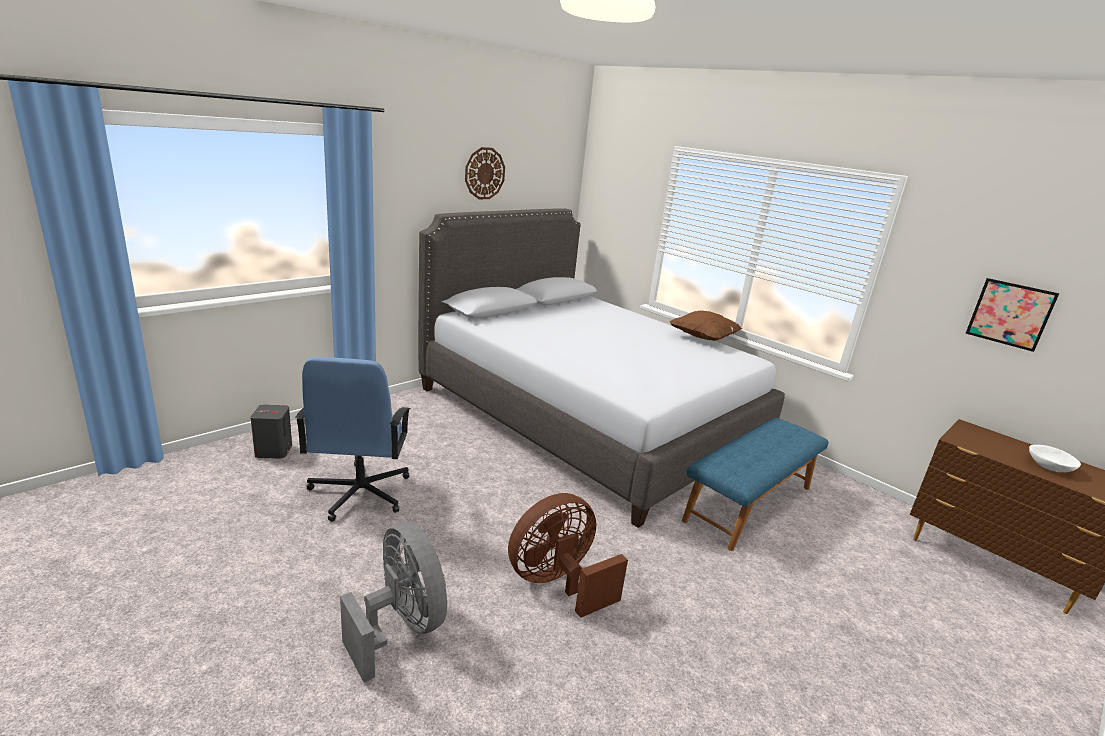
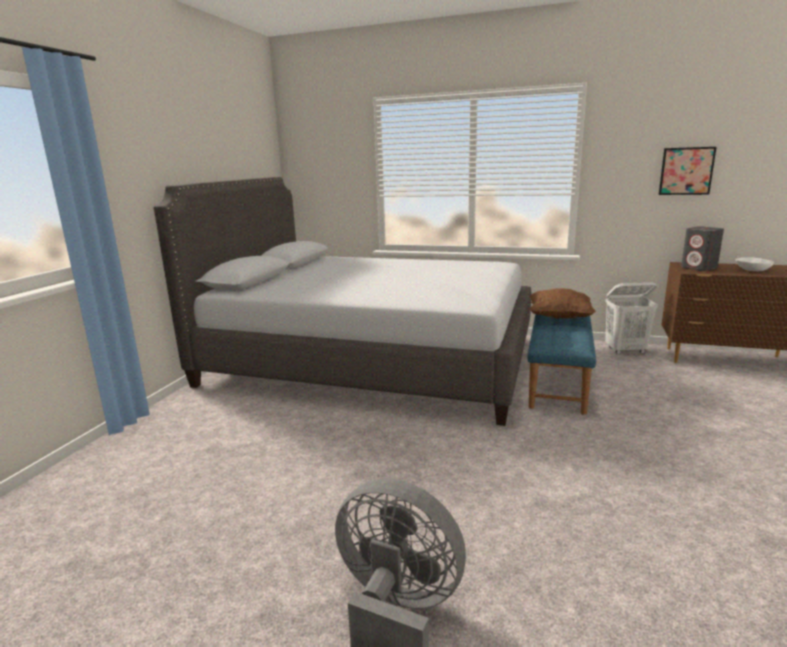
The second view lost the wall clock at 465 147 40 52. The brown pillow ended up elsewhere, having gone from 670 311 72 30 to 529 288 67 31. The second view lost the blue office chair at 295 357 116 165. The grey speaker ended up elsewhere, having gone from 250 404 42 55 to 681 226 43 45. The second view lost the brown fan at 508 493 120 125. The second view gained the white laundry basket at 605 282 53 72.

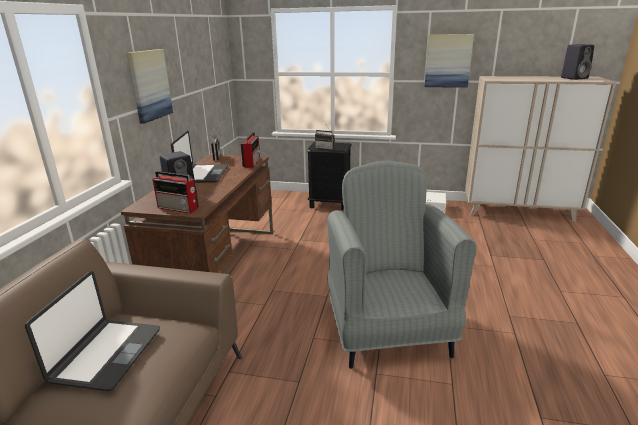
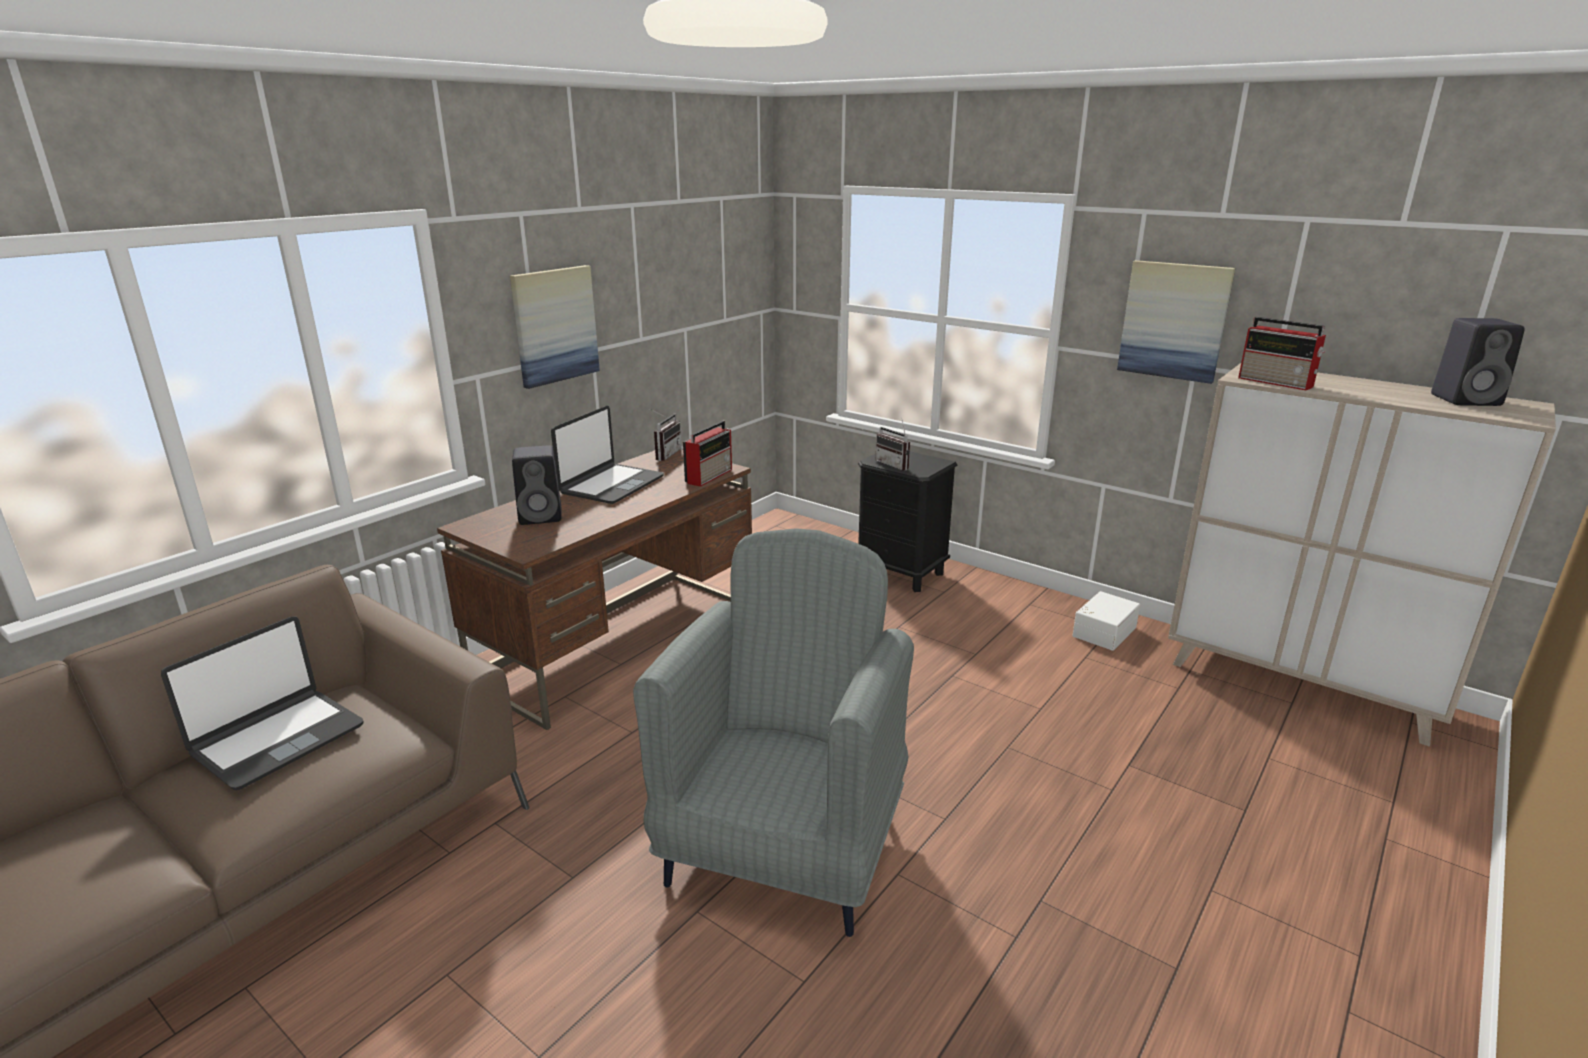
The radio ended up elsewhere, having gone from 153 171 46 43 to 1238 317 88 73.

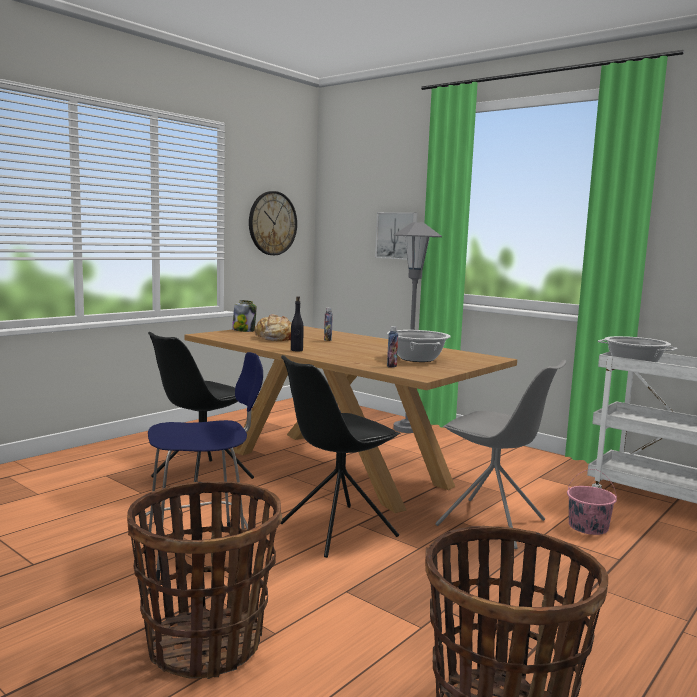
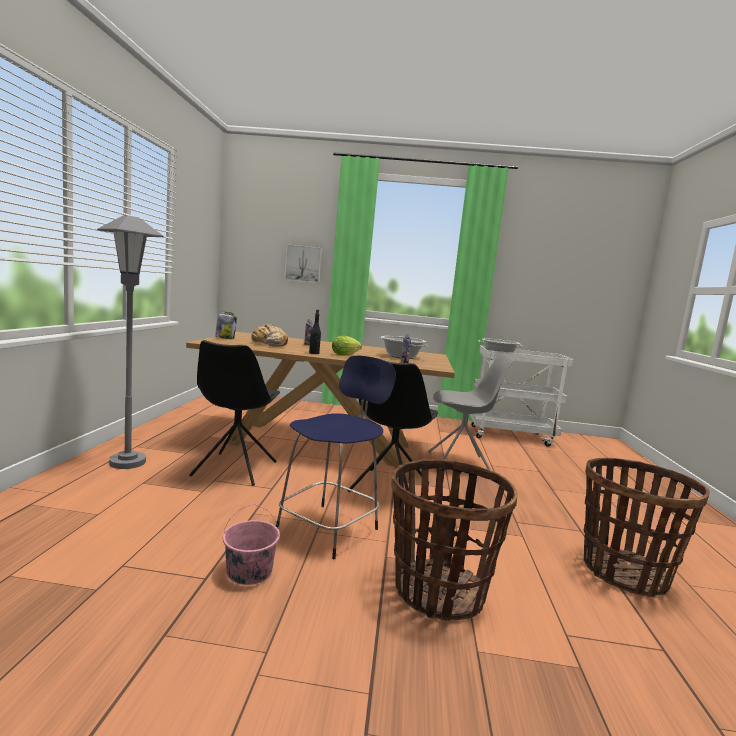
The second view lost the wall clock at 249 191 48 64. The grey floor lamp ended up elsewhere, having gone from 393 222 49 211 to 97 215 67 254. The pink bucket ended up elsewhere, having gone from 567 469 50 66 to 223 504 57 81. The second view gained the lettuce at 332 336 30 19.

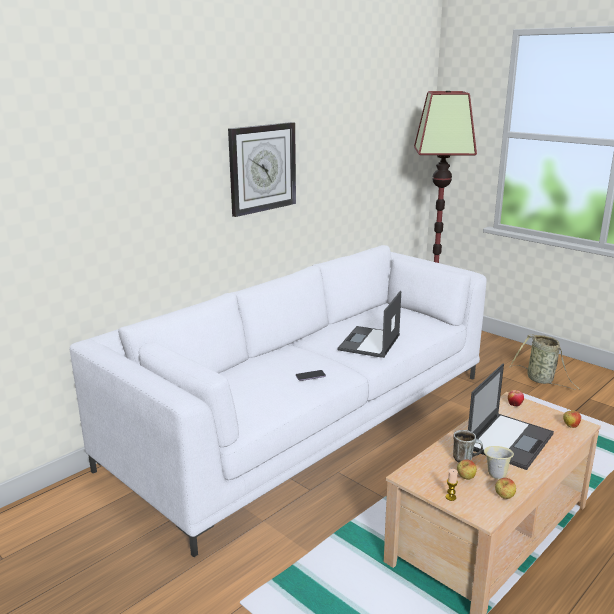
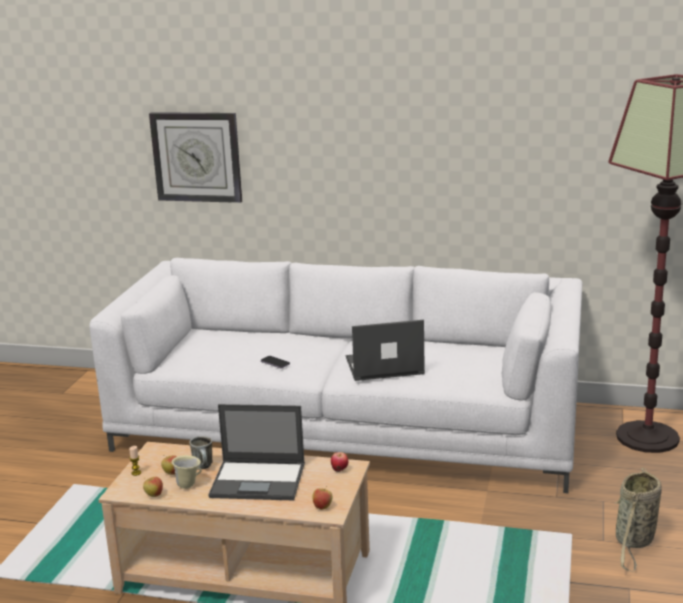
The wall clock ended up elsewhere, having gone from 228 122 68 95 to 149 112 93 91.

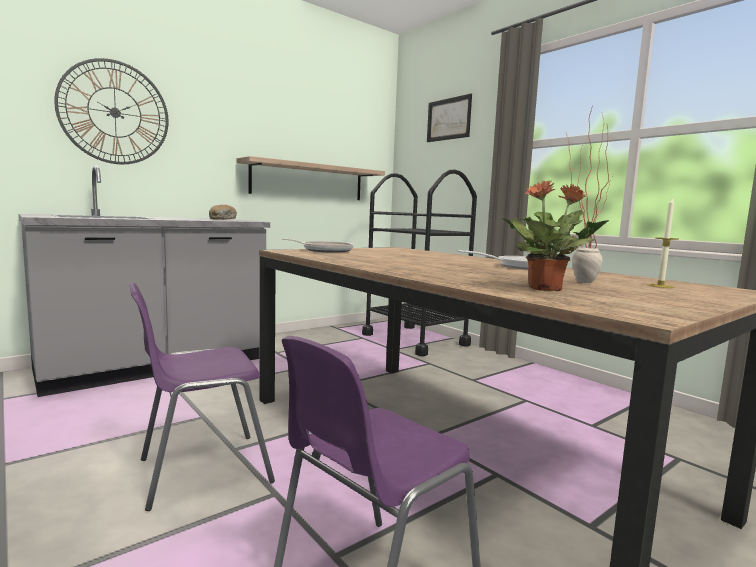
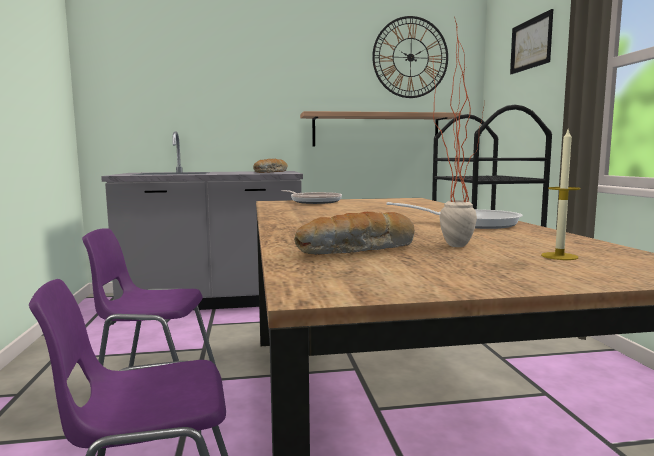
The wall clock ended up elsewhere, having gone from 54 58 114 106 to 372 16 76 82. Where the potted plant stood at 501 180 108 111, the bread came to stand at 294 212 121 43.

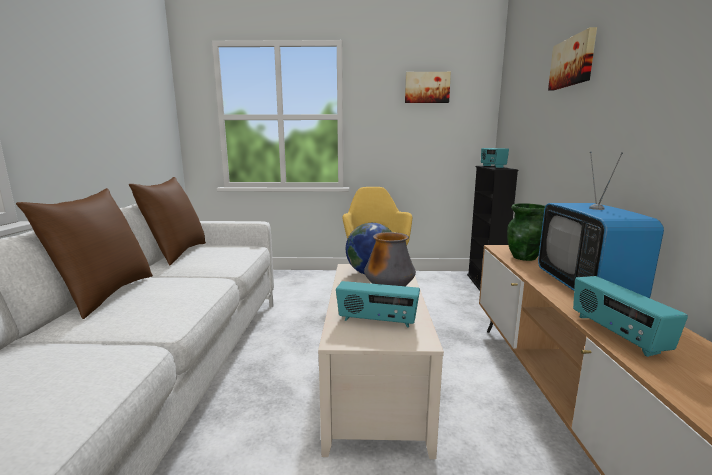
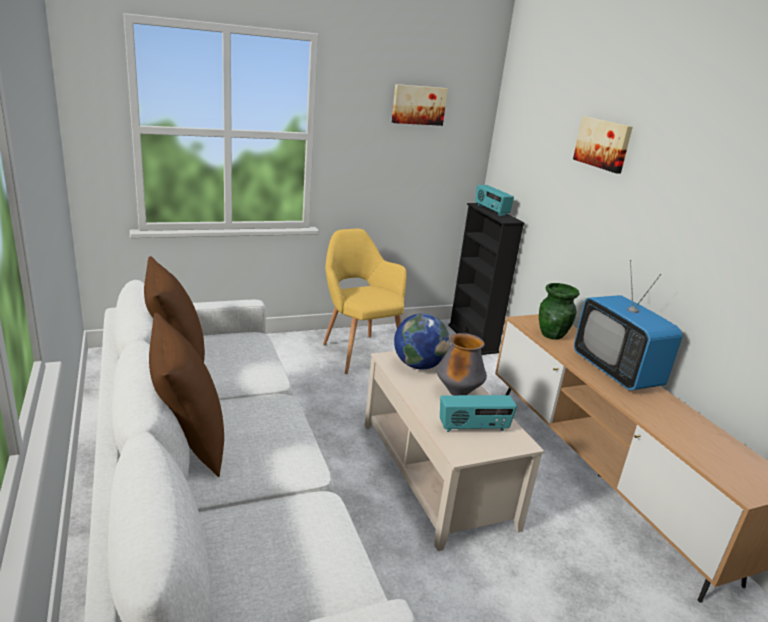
The second view lost the radio at 573 276 115 81.

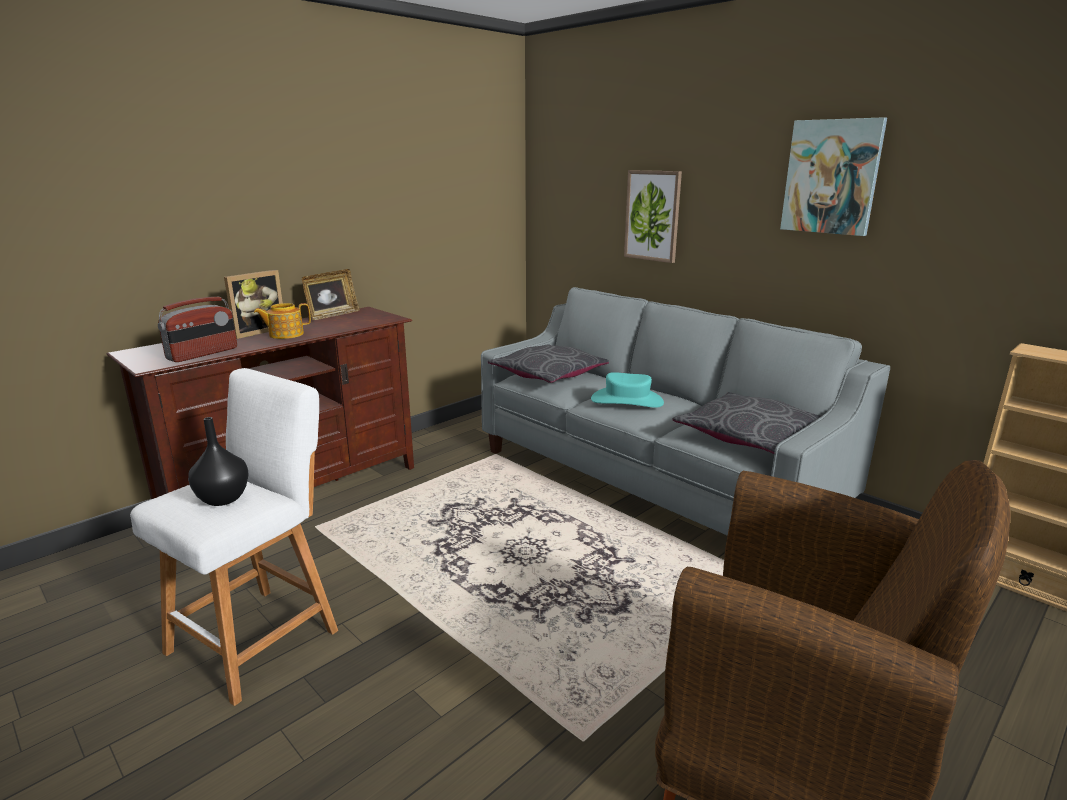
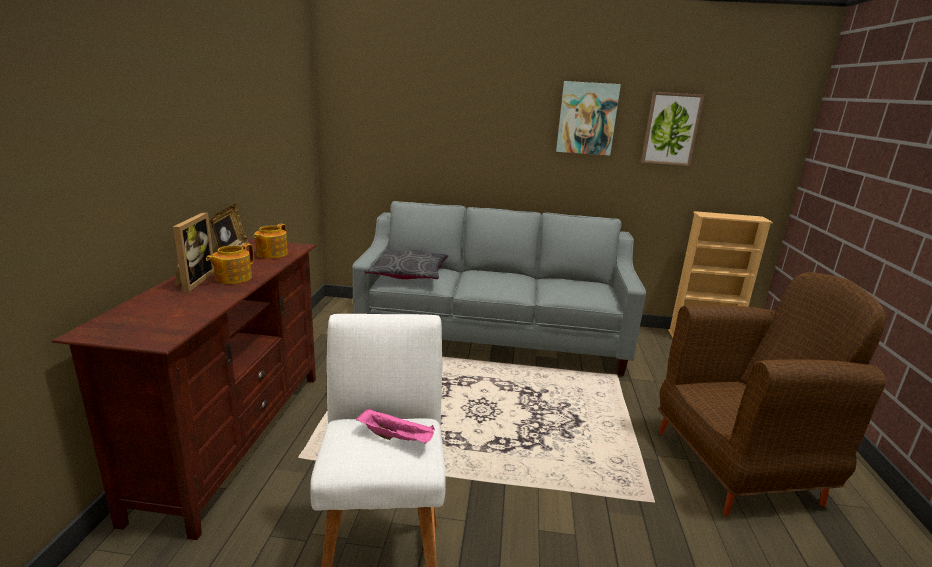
The picture ended up elsewhere, having gone from 624 170 58 93 to 641 92 63 74. The second view lost the radio at 158 297 79 65. The second view lost the turquoise hat at 591 372 73 35. The second view lost the grey pillow at 672 392 149 62. Where the black vase stood at 188 417 61 89, the pink tray came to stand at 356 408 79 36. The second view gained the teapot at 253 224 35 35.

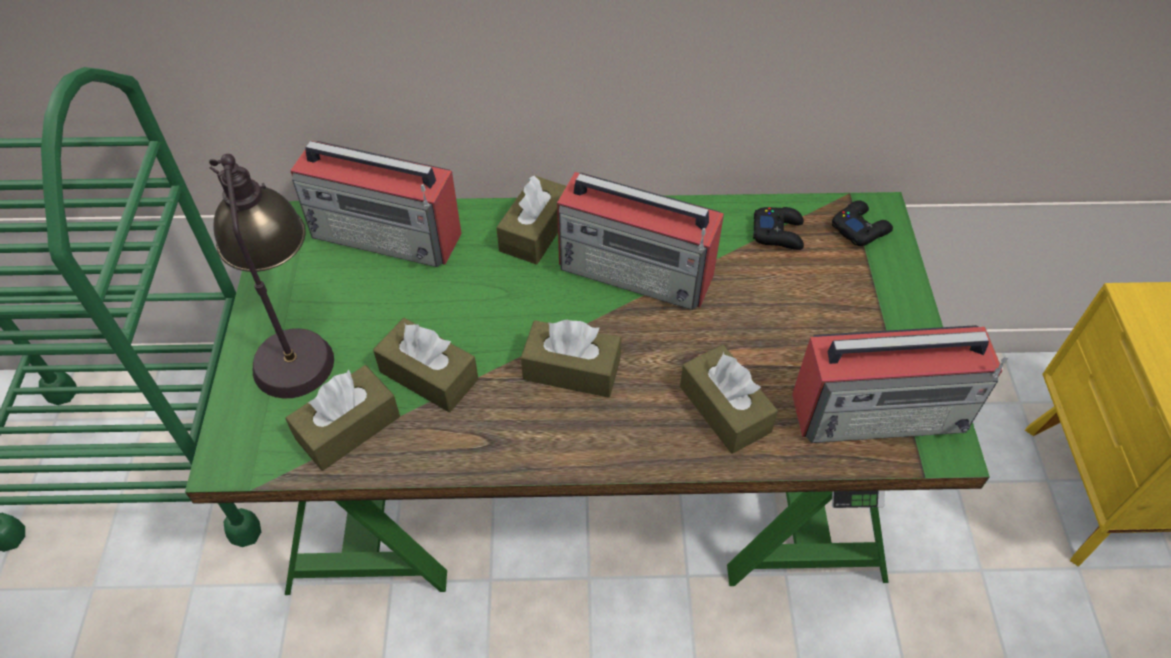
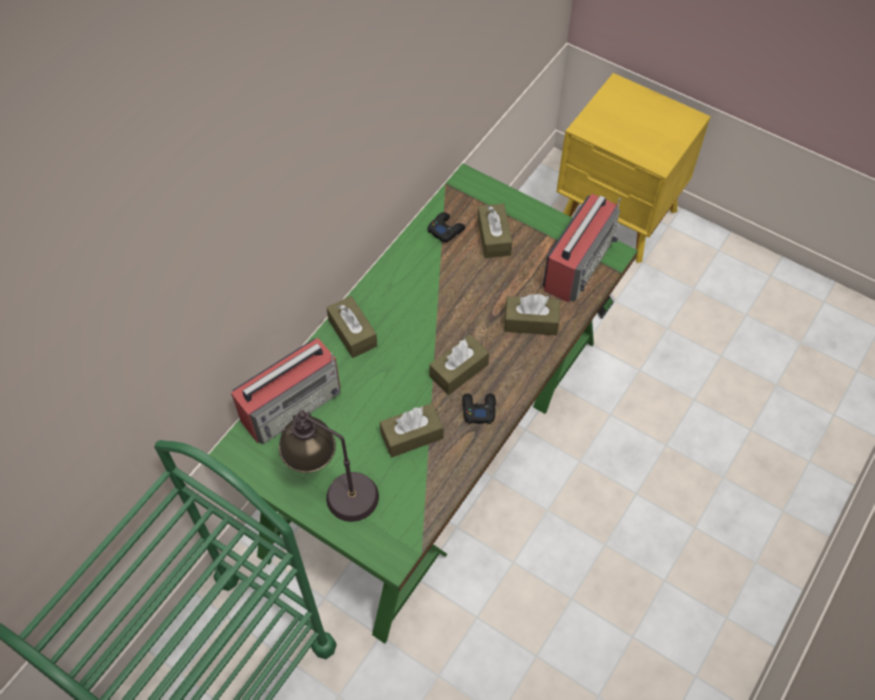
The second view lost the radio at 557 172 167 138. The black game controller ended up elsewhere, having gone from 832 200 61 46 to 462 393 34 31. The brown tissue box ended up elsewhere, having gone from 285 365 115 106 to 477 204 35 54.

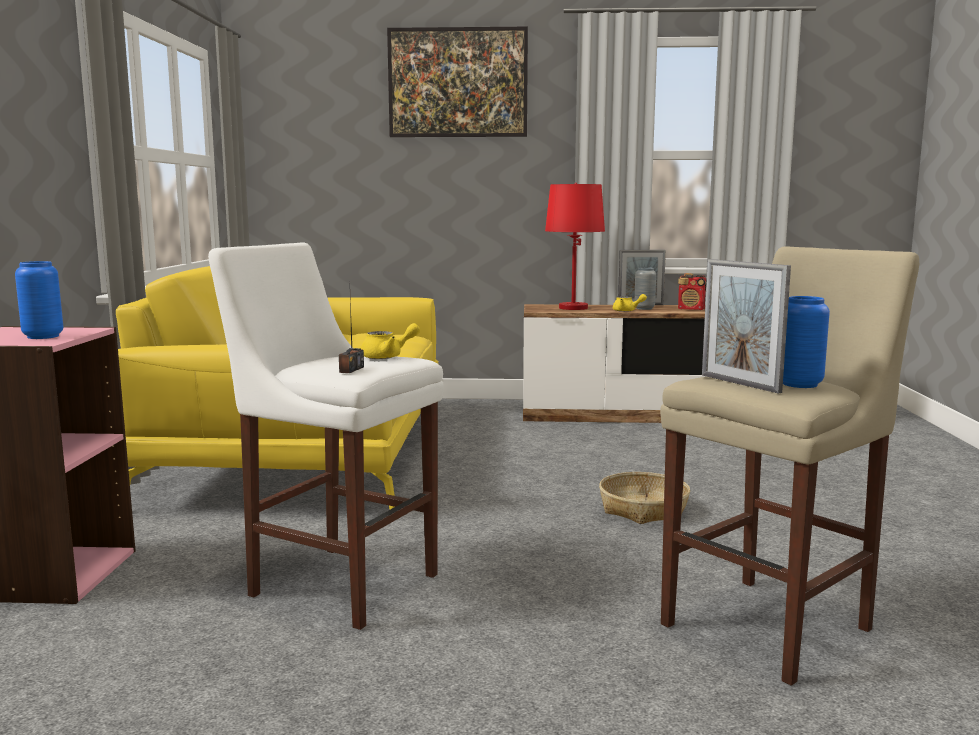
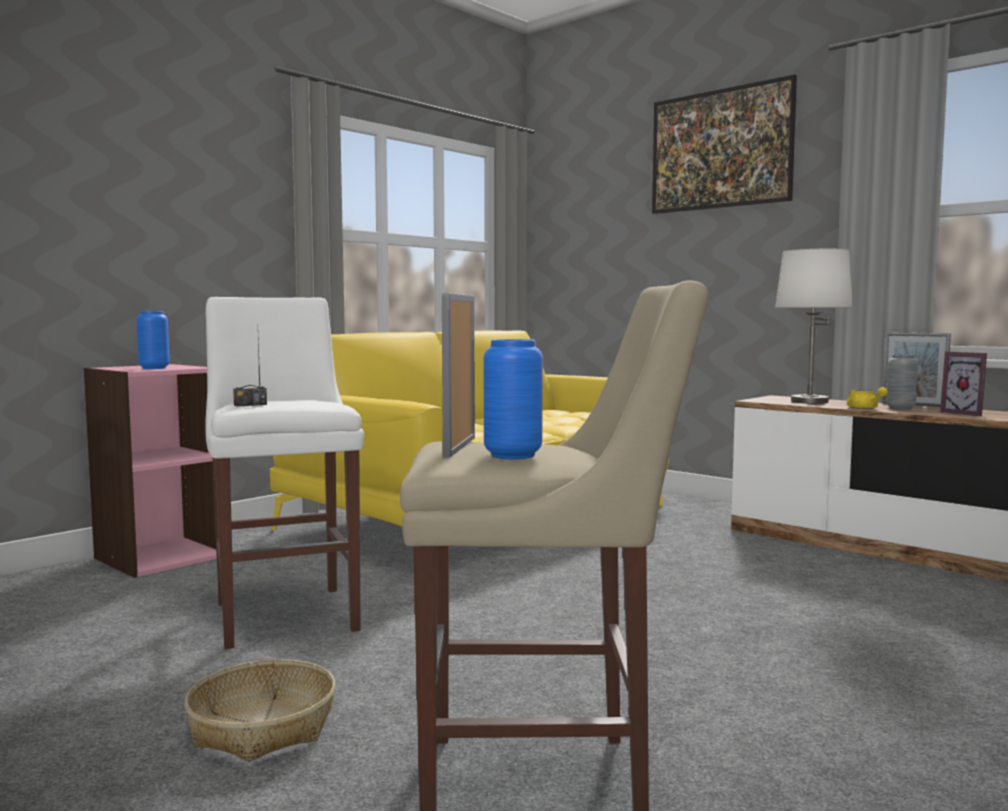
What was the red table lamp at 545 183 60 127 turned into the white table lamp at 775 249 78 155. Where the radio stood at 678 273 29 37, the picture frame came to stand at 940 351 47 65. The second view lost the yellow teapot at 361 323 59 36. The basket ended up elsewhere, having gone from 599 472 91 52 to 185 659 151 103.

